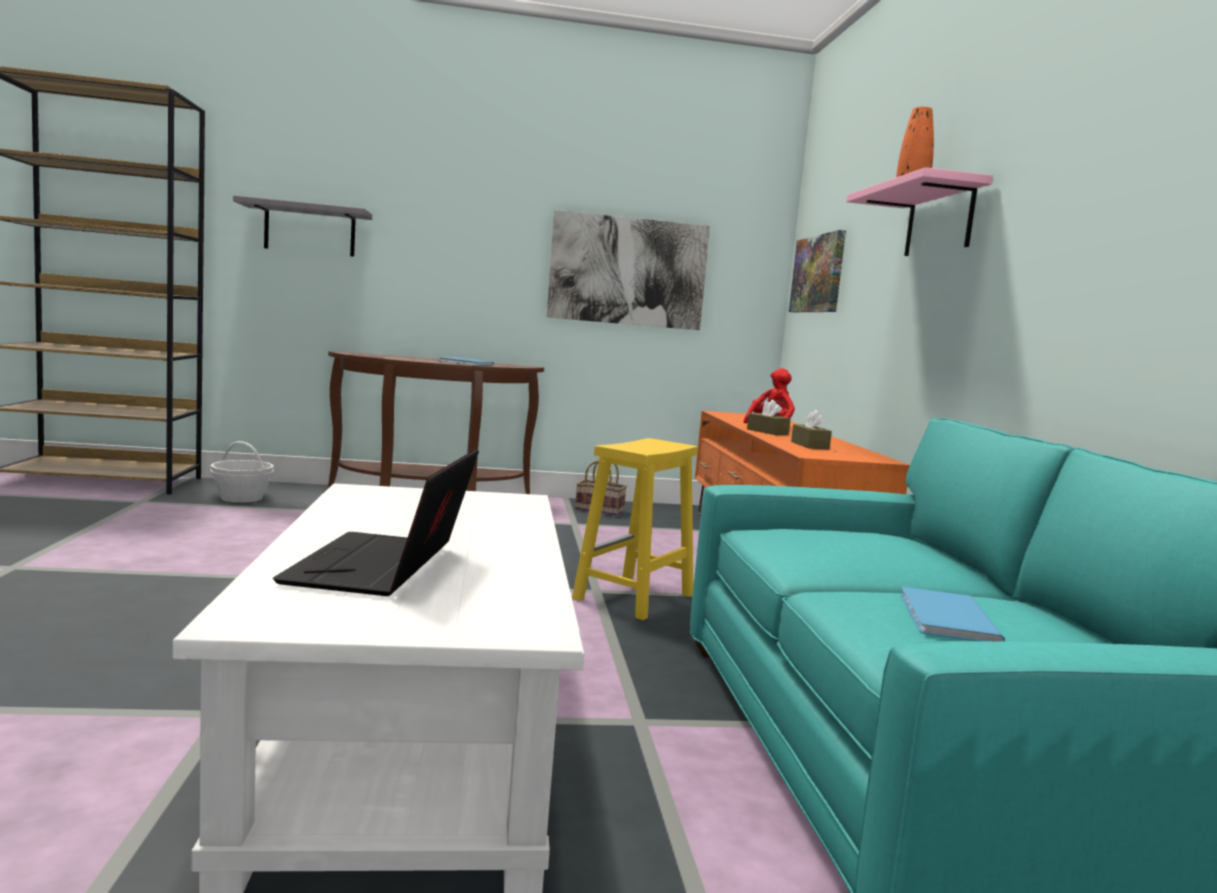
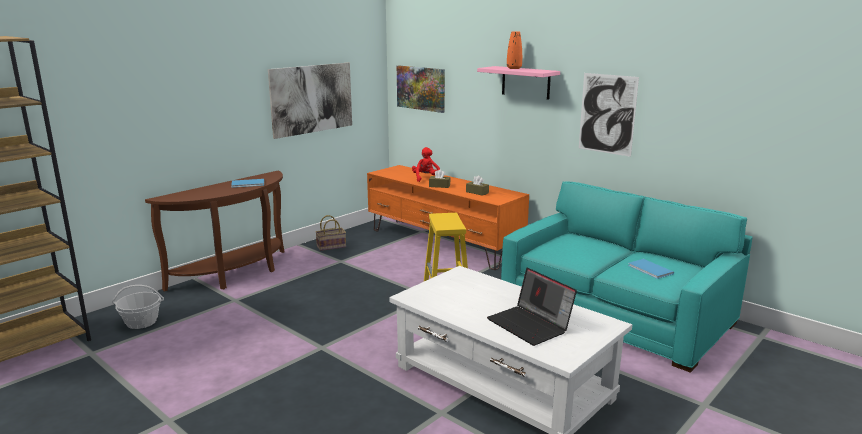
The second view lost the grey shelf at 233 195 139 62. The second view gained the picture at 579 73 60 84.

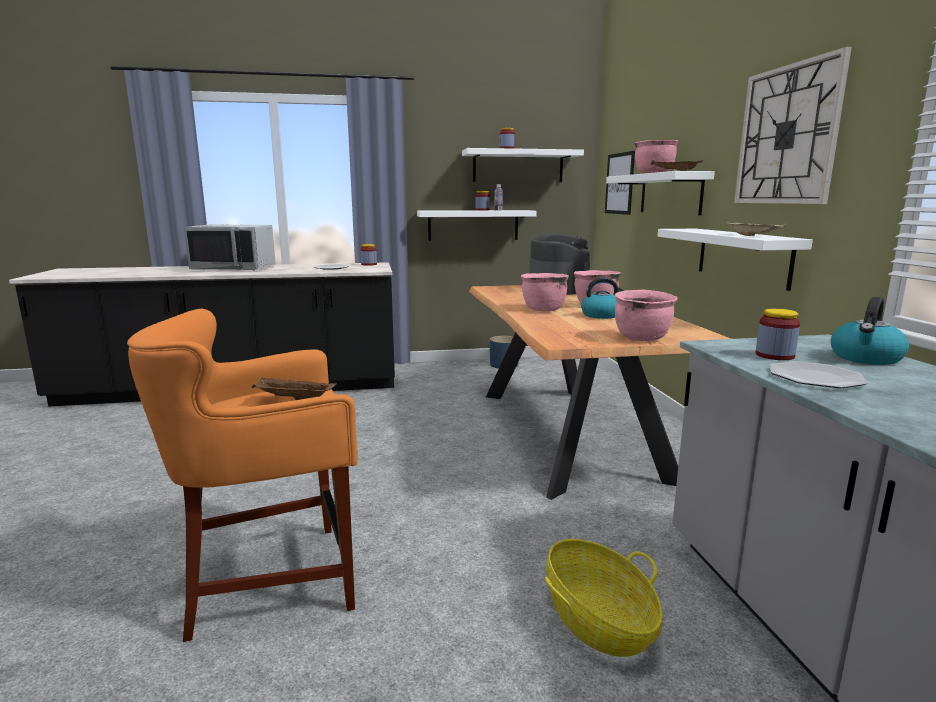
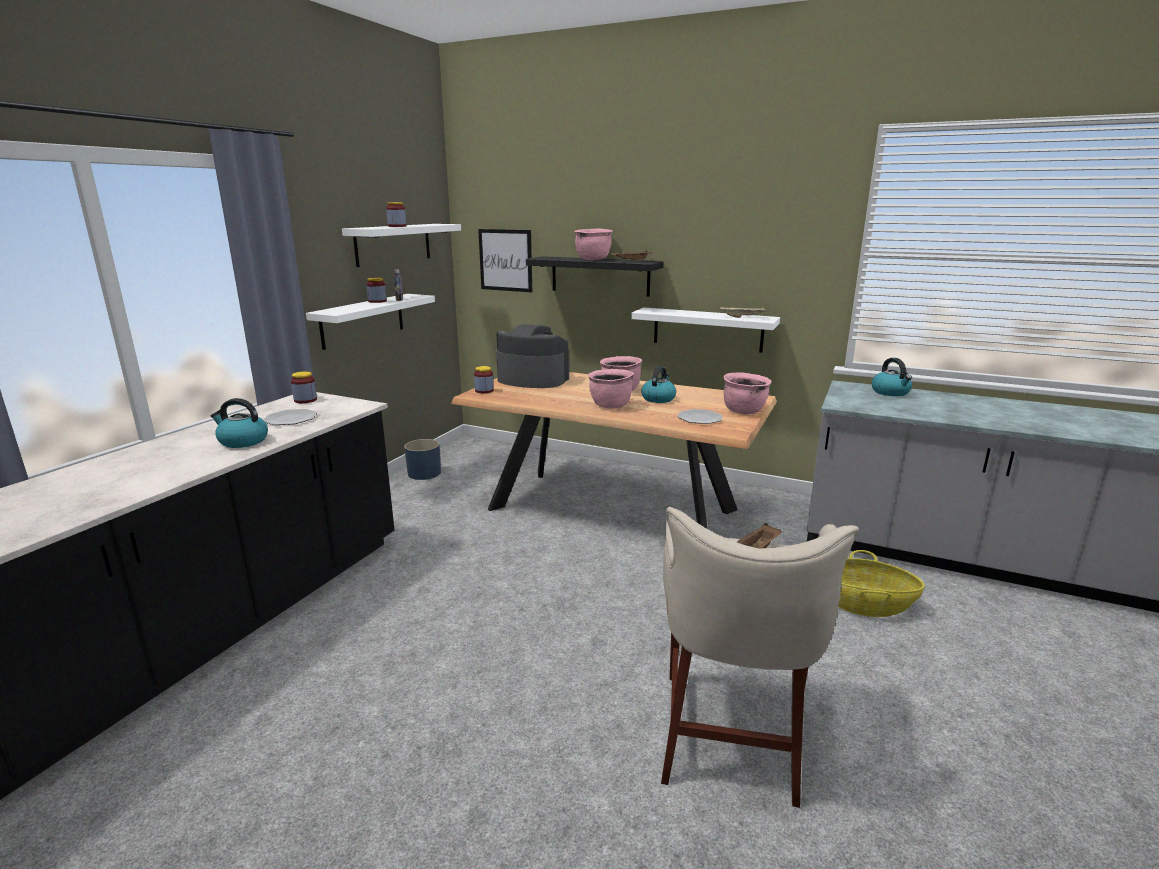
The second view lost the wall clock at 734 47 118 157. What was the white shelf at 606 171 109 44 turned into the black shelf at 526 256 137 41. The second view lost the grey microwave at 184 225 92 46. What was the orange stool at 127 309 231 333 turned into the beige stool at 661 507 198 301. The jar ended up elsewhere, having gone from 756 309 44 51 to 474 366 20 27. The plate ended up elsewhere, having gone from 770 361 97 27 to 678 409 44 15. The second view gained the kettle at 210 398 58 50.

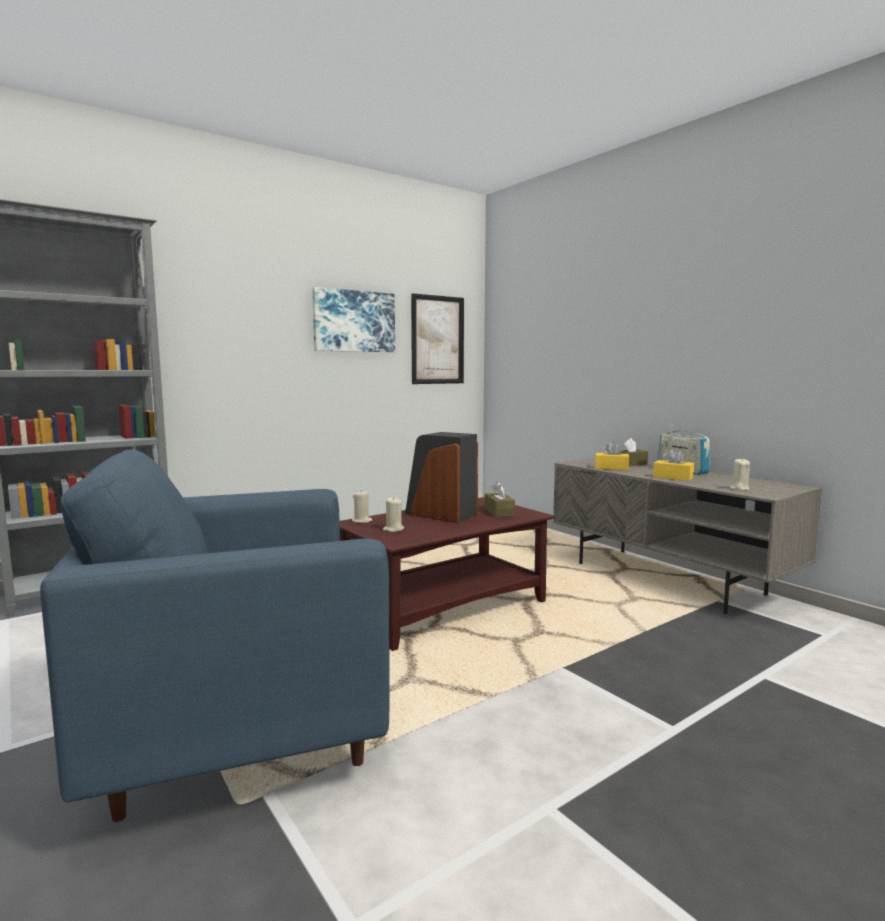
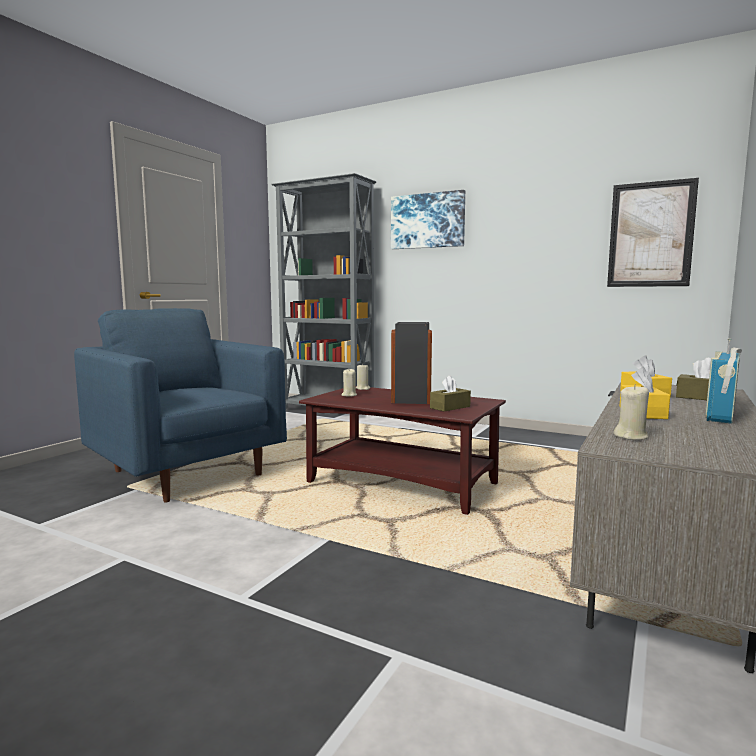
The picture ended up elsewhere, having gone from 312 287 83 65 to 391 190 74 59.

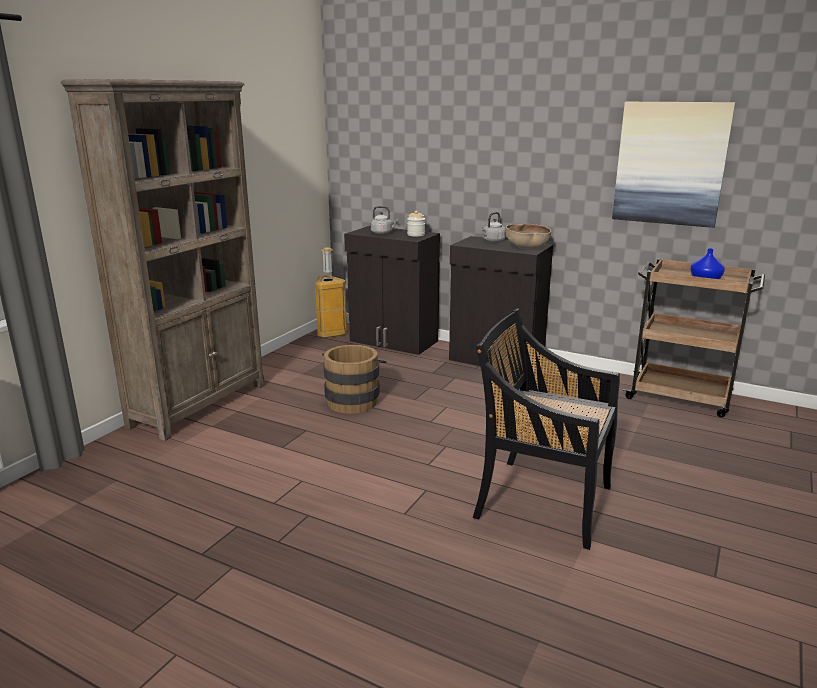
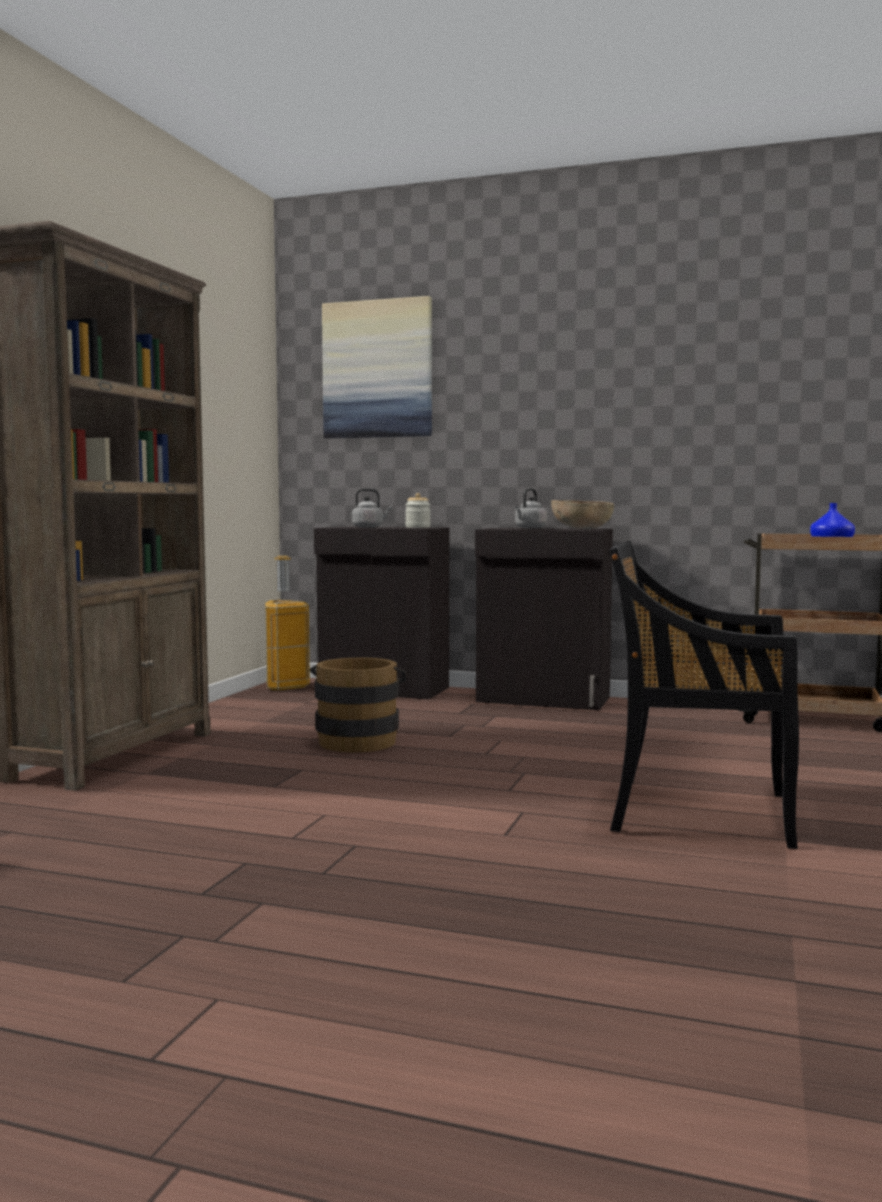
The picture ended up elsewhere, having gone from 612 102 123 126 to 322 296 110 142.

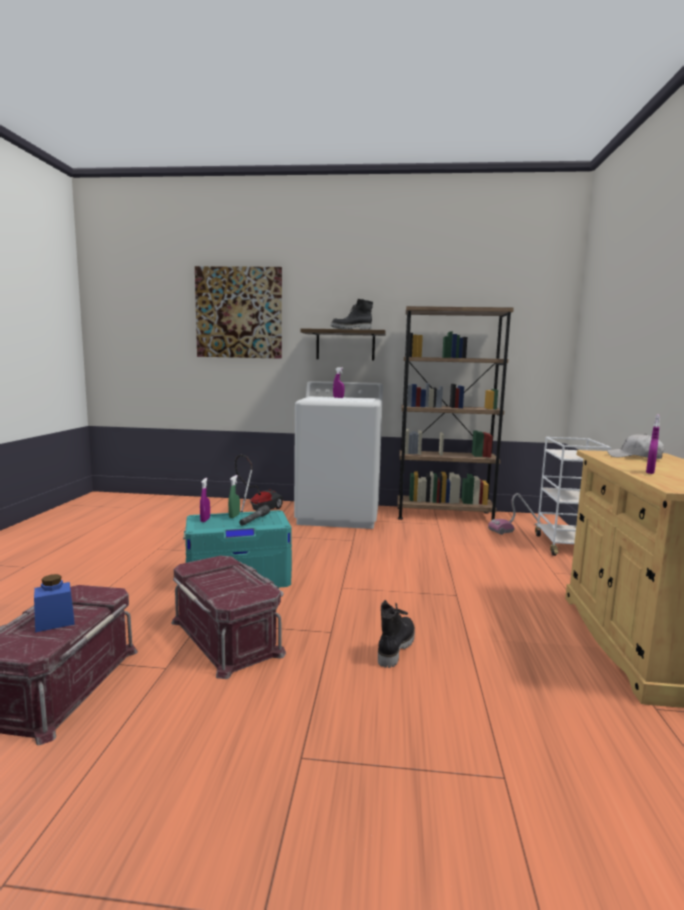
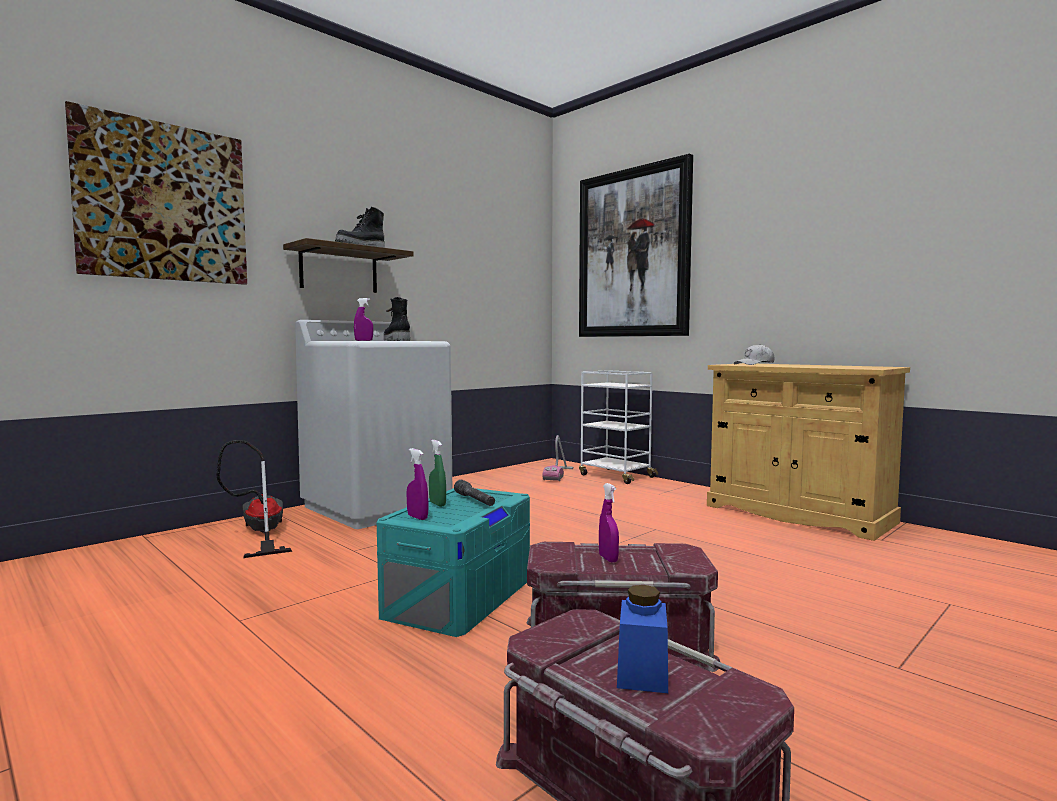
The second view lost the brown bookcase at 398 306 116 214. The purple spray bottle ended up elsewhere, having gone from 646 414 14 60 to 599 483 20 79. The black boot ended up elsewhere, having gone from 378 600 37 68 to 384 297 26 44. The second view gained the picture at 579 154 114 183.

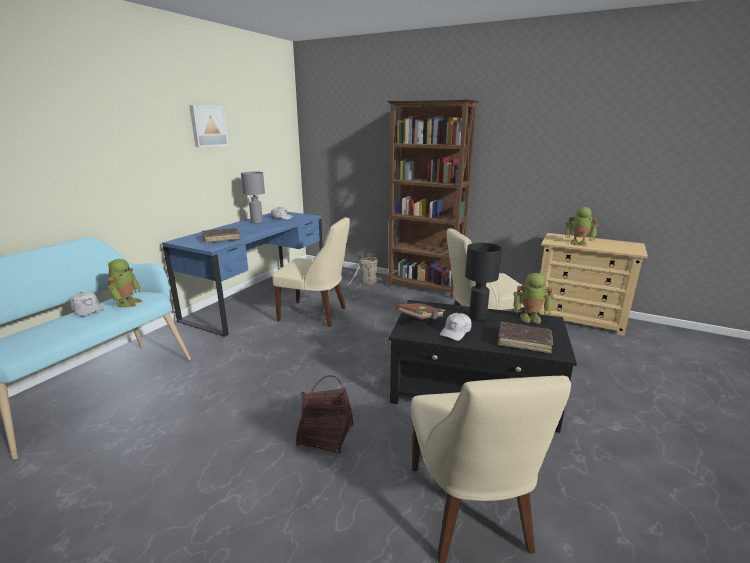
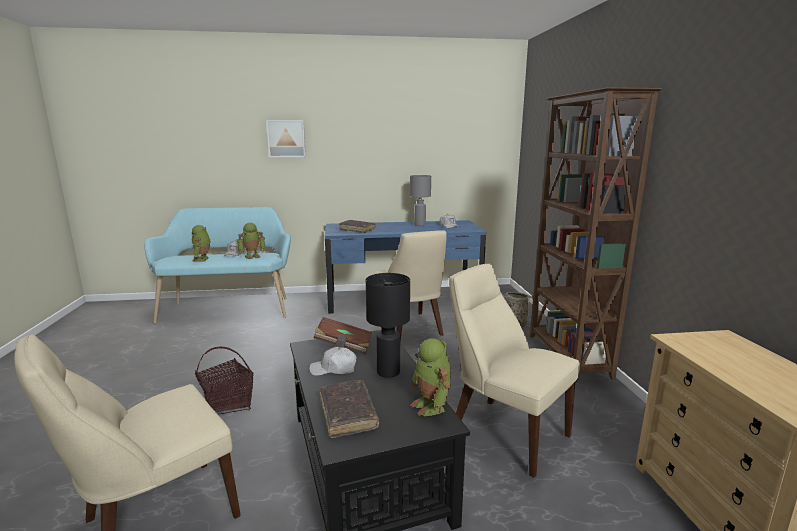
The picture ended up elsewhere, having gone from 189 105 39 42 to 266 120 40 37. The toy robot ended up elsewhere, having gone from 565 207 33 39 to 192 225 19 37.

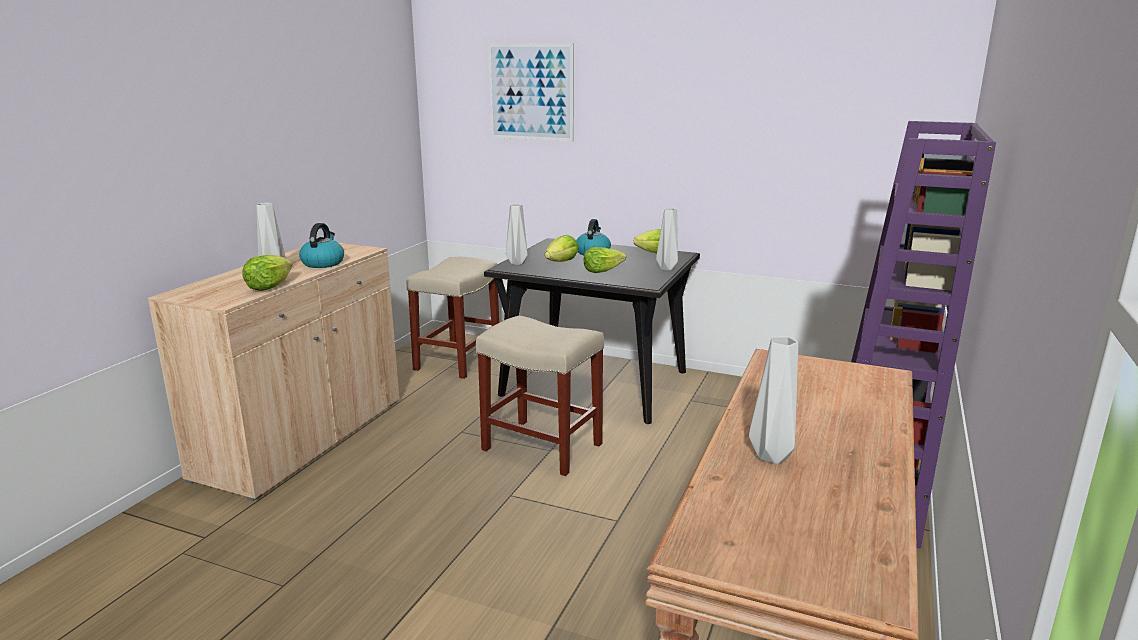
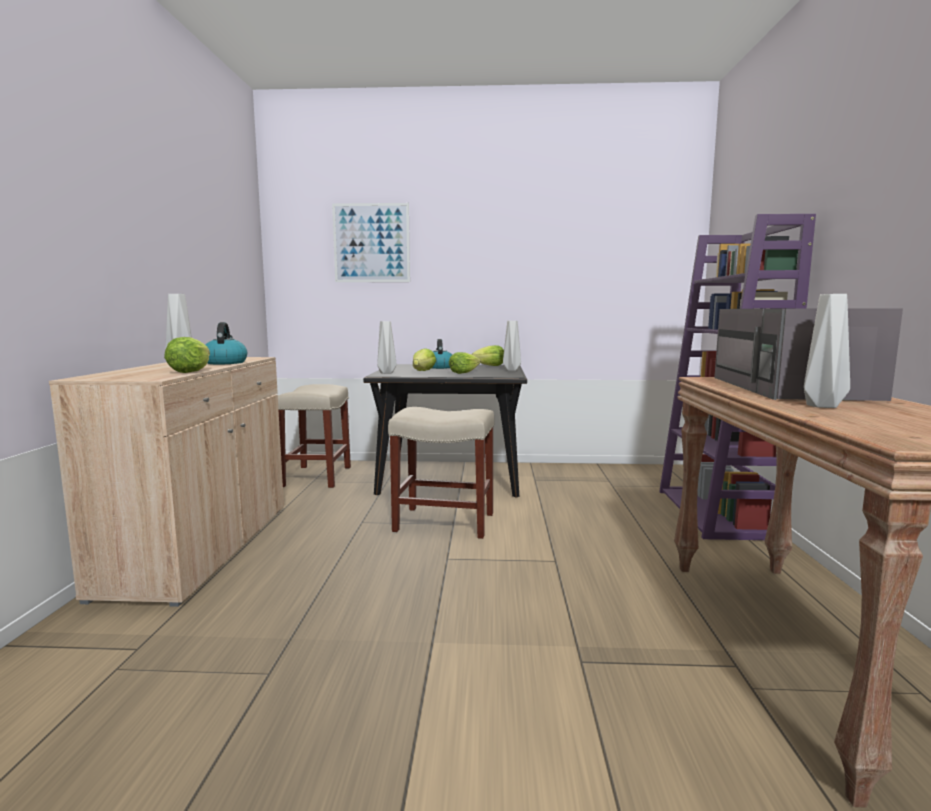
The second view gained the grey microwave at 714 308 189 93.

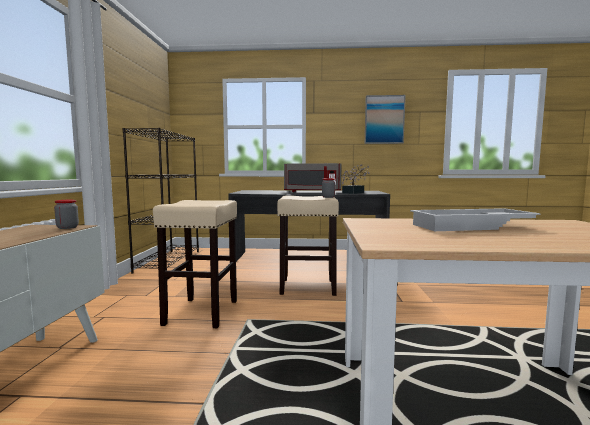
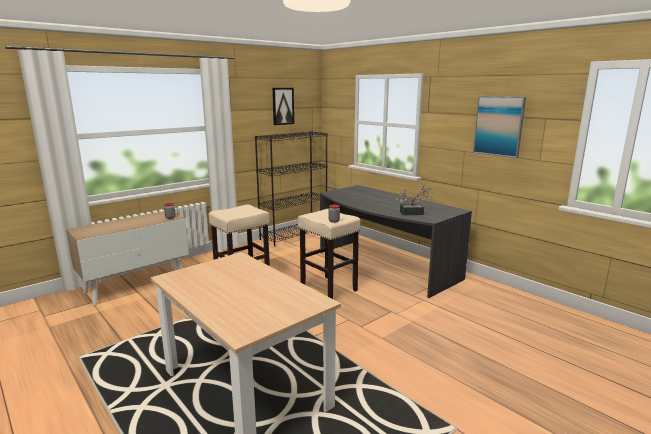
The second view lost the grey microwave at 284 163 57 29. The second view lost the white tray at 410 208 131 23. The second view gained the picture at 272 88 22 37.

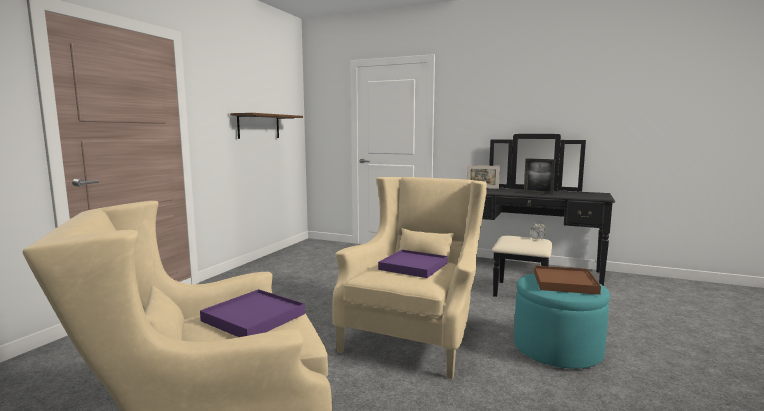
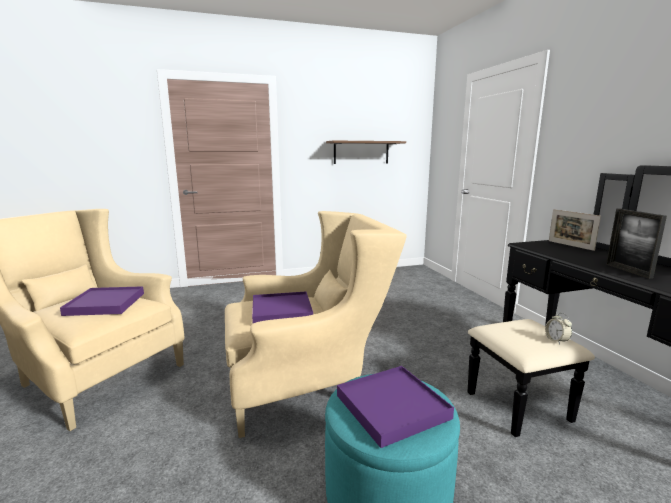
What was the brown tray at 534 266 67 29 turned into the purple tray at 337 366 117 82.

